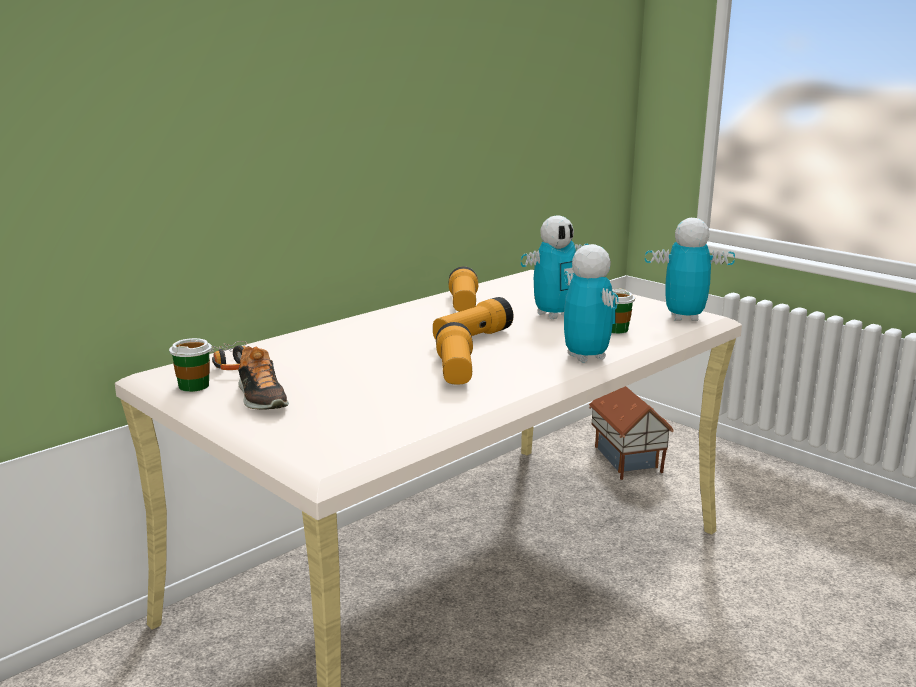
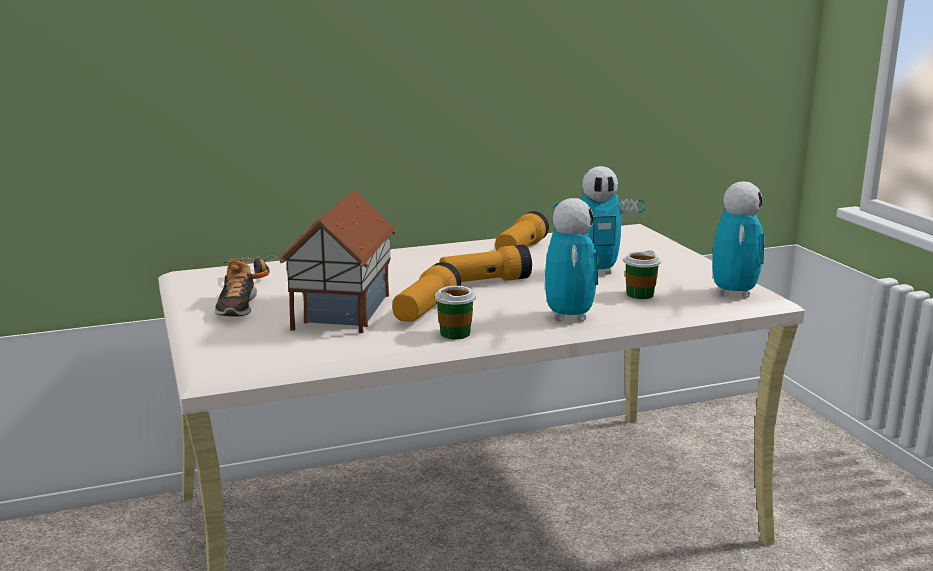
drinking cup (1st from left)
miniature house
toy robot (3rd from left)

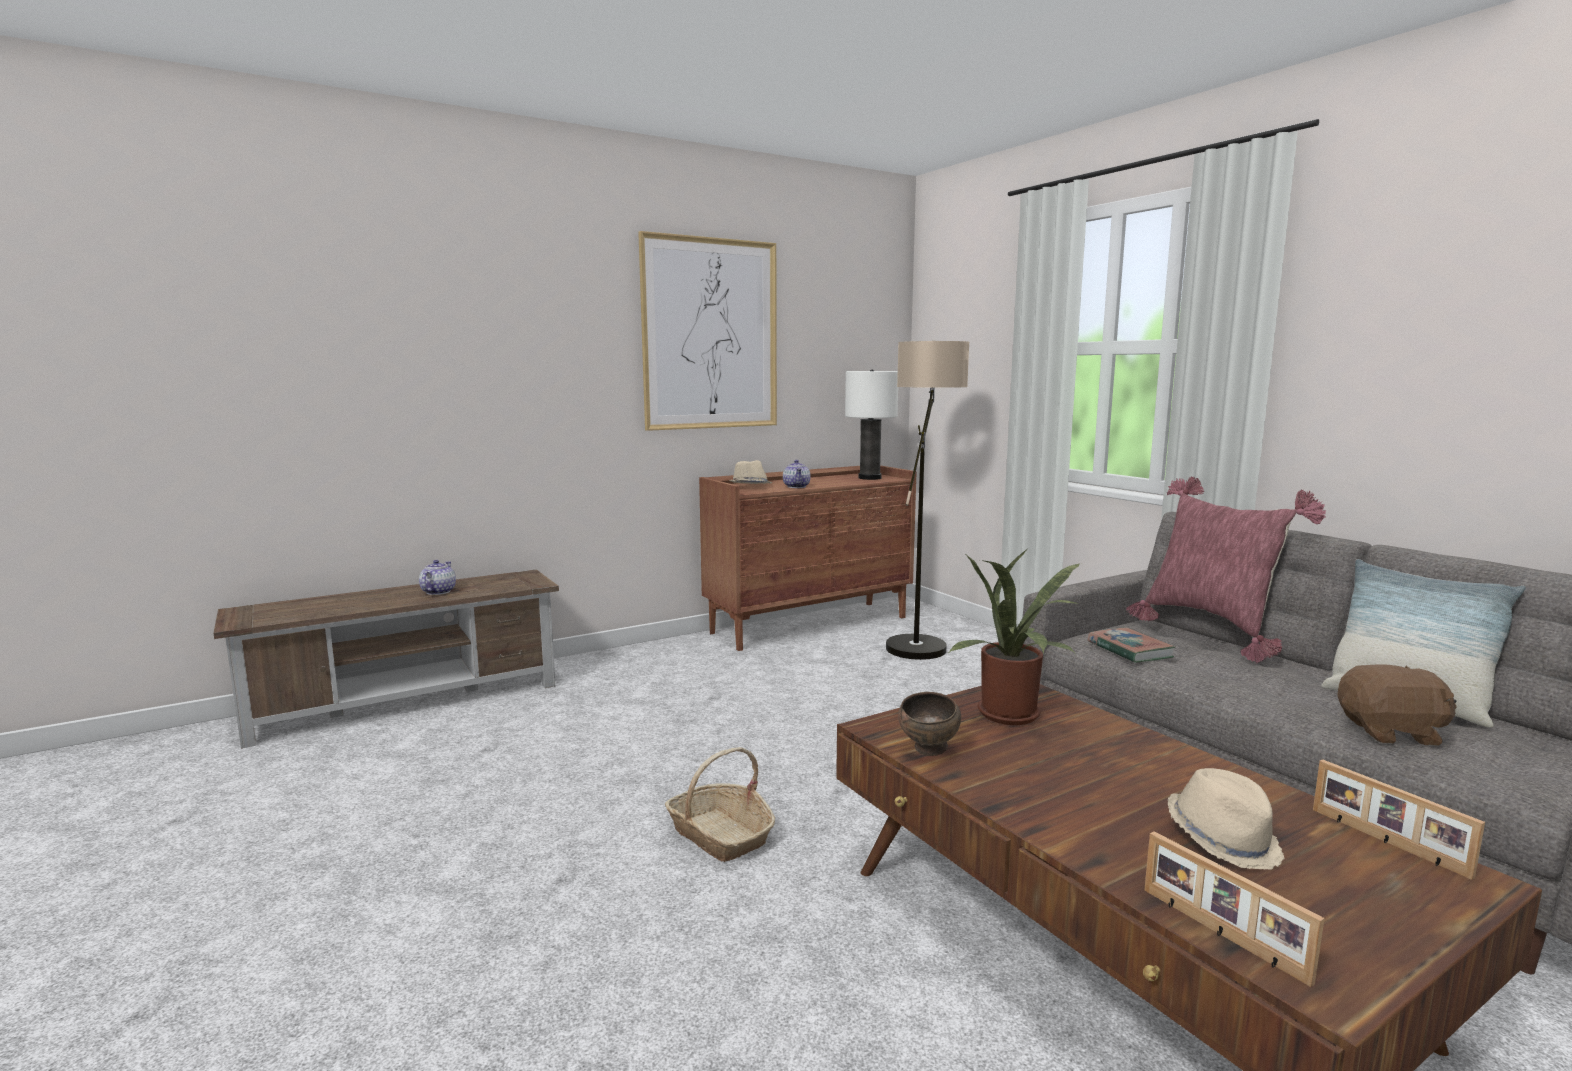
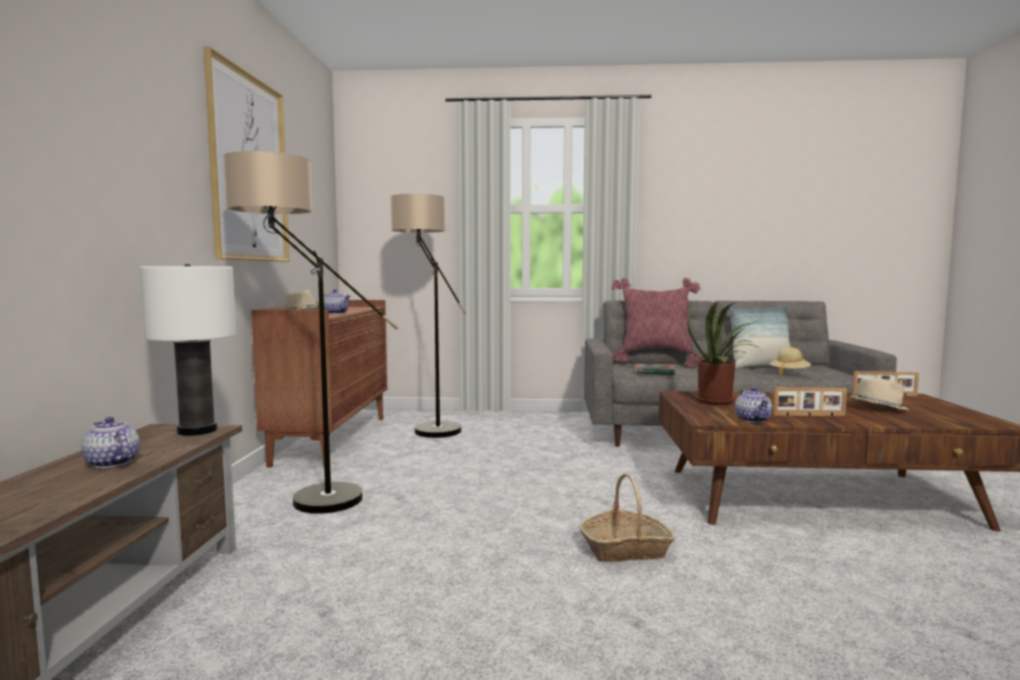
floor lamp (1st from left)
white-coloured table lamp
photo frame (1st from left)
tea pot (3rd from left)
beige-coloured clothing hat (2nd from left)

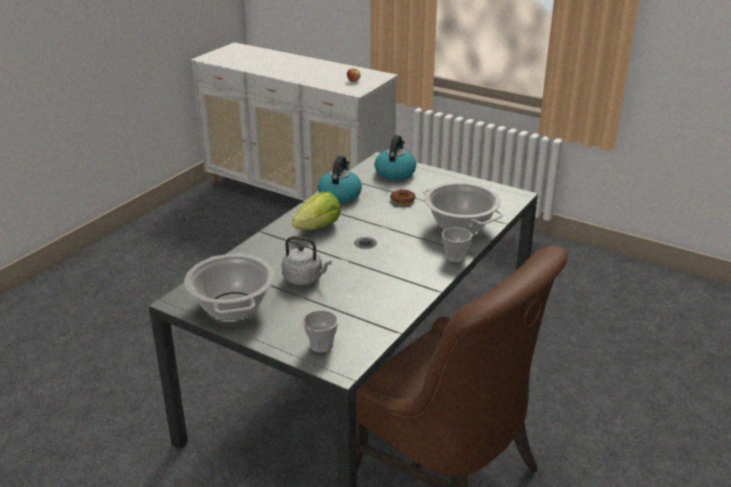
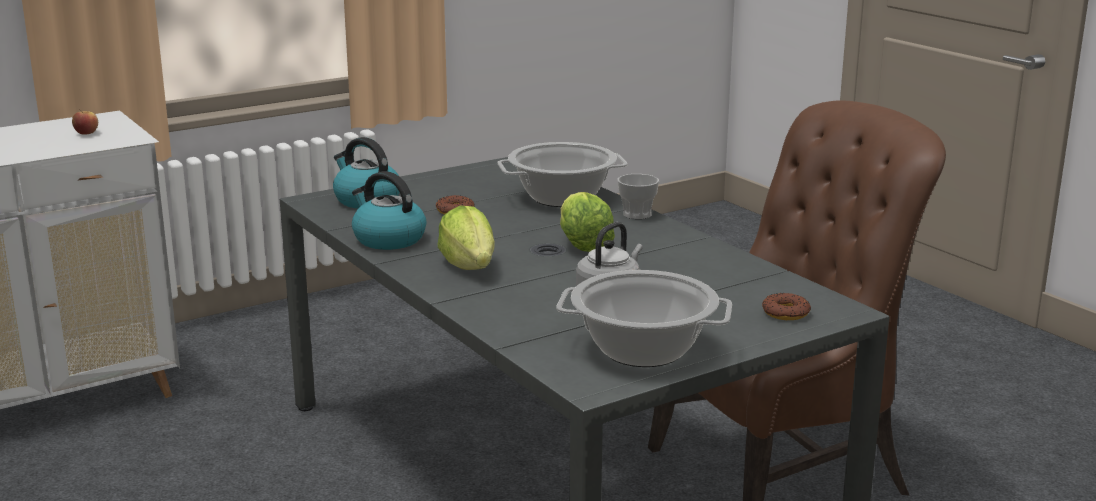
lettuce head (2nd from left)
doughnut (2nd from left)

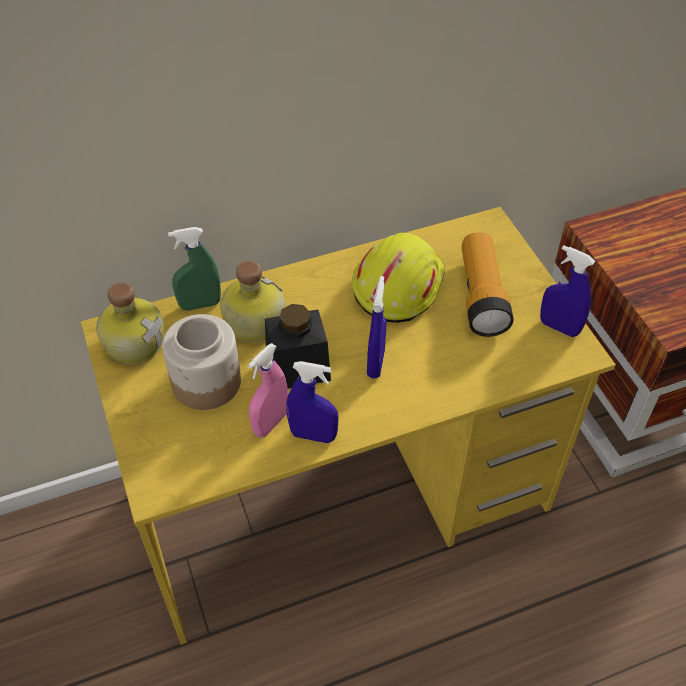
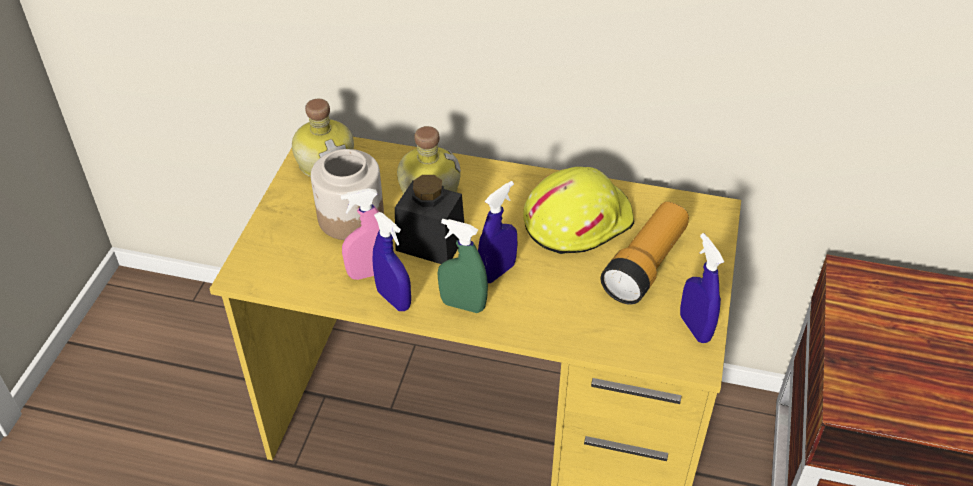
greenish sprayer

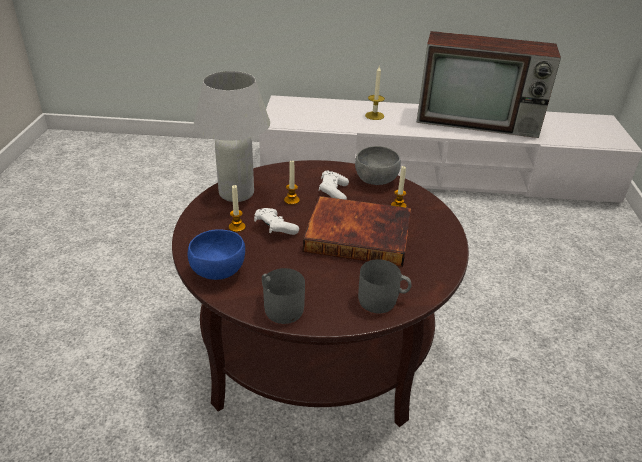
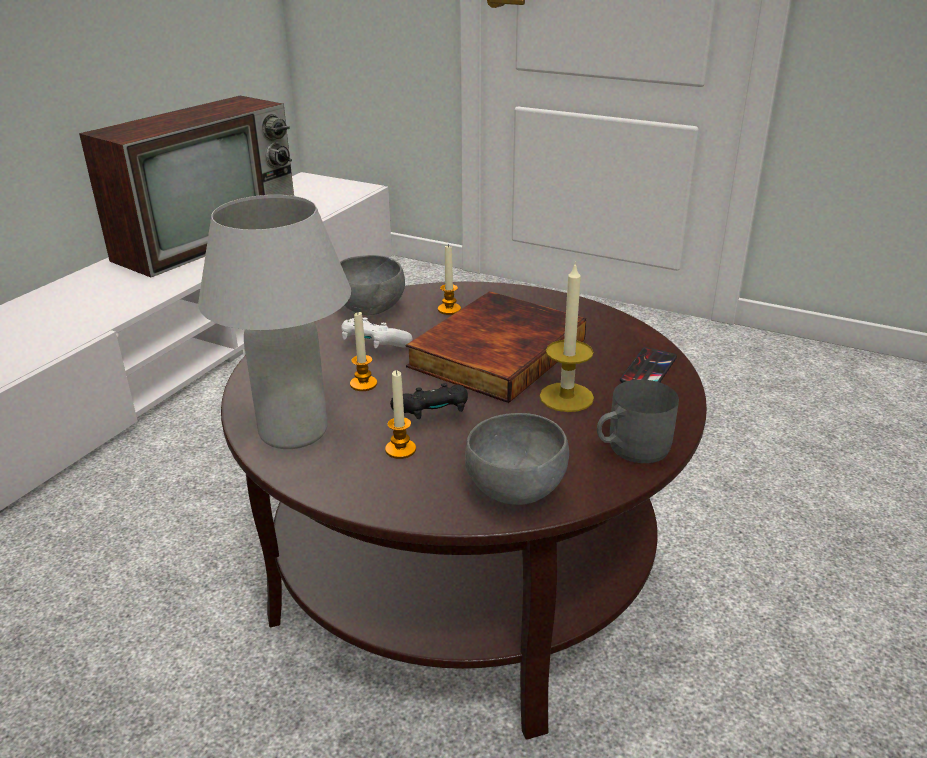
wax light (4th from left)
telephone
greyish bowl (2nd from left)
black-coloured game controller

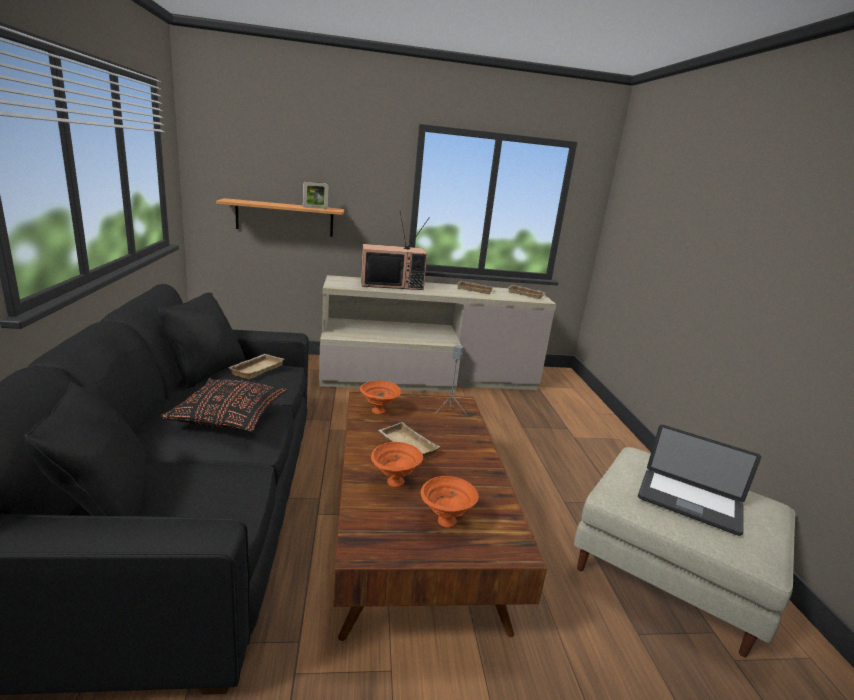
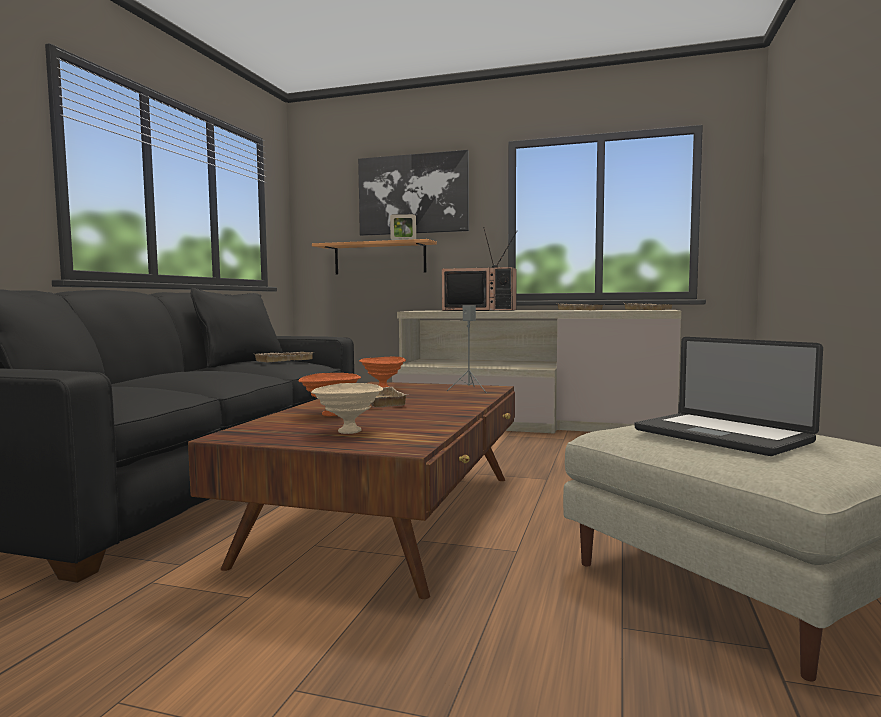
black-coloured pillow
wall picture
beige-coloured bowl

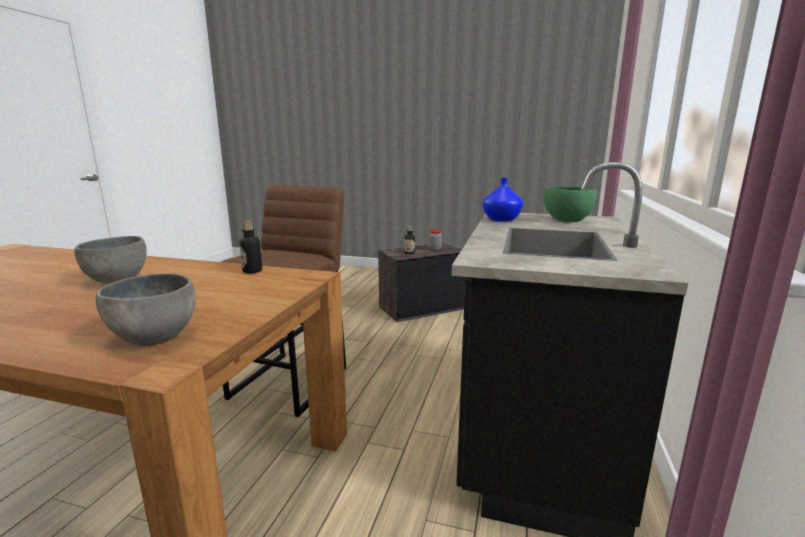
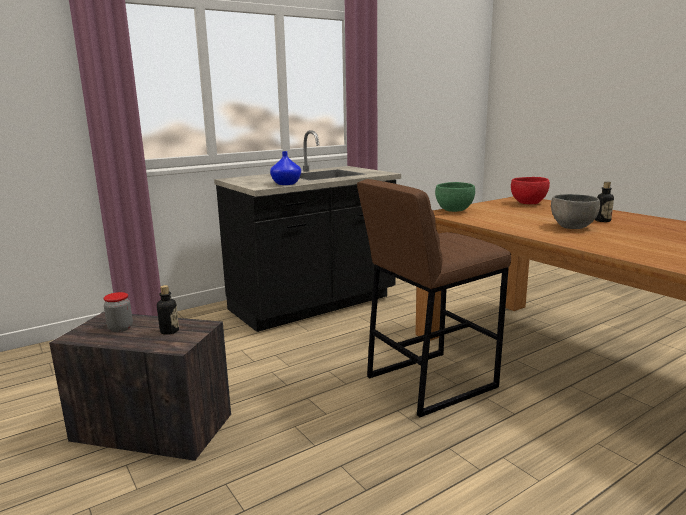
beverage bottle (2nd from left)
greenish bowl
reddish bowl

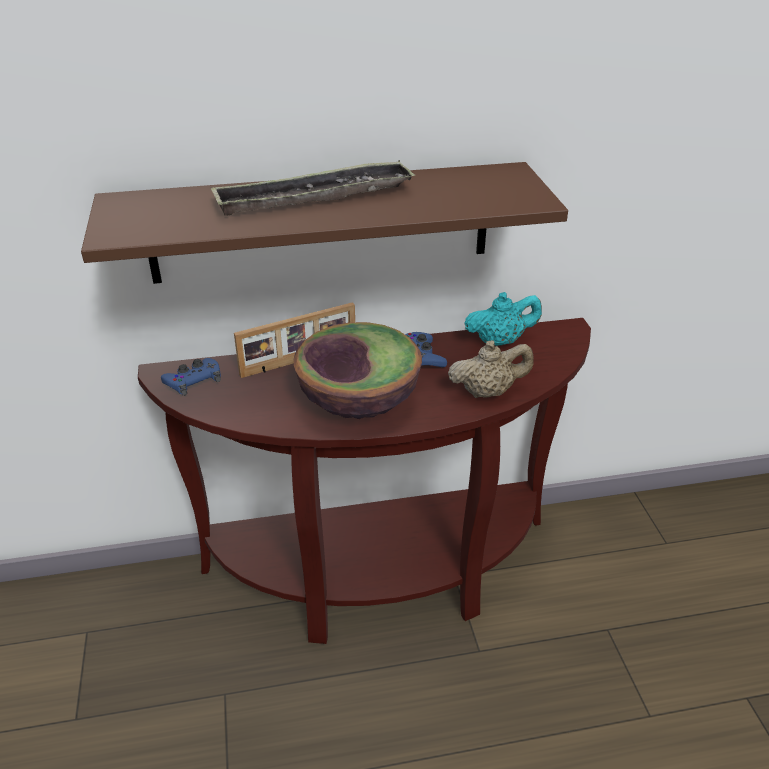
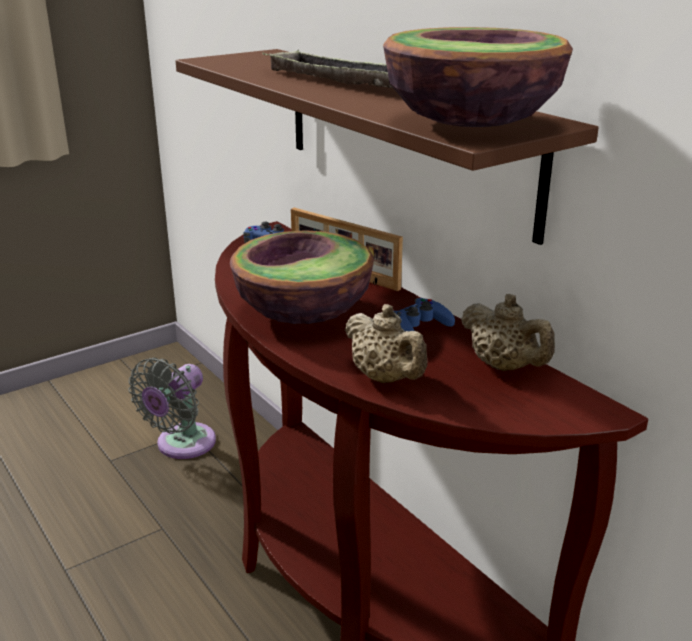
greyish fan
bowl (2nd from left)
beige-coloured tea pot (2nd from left)

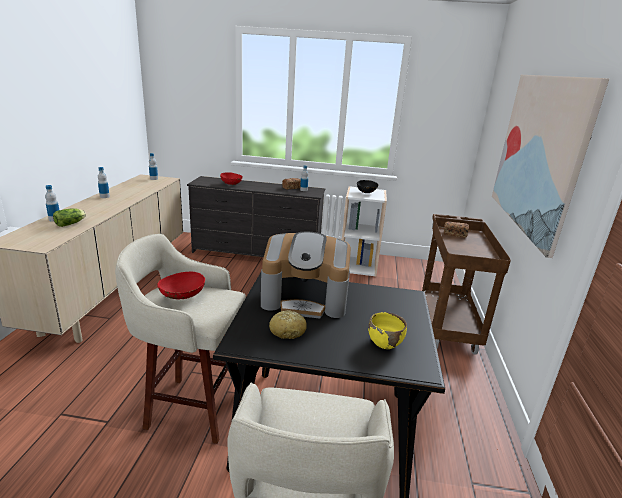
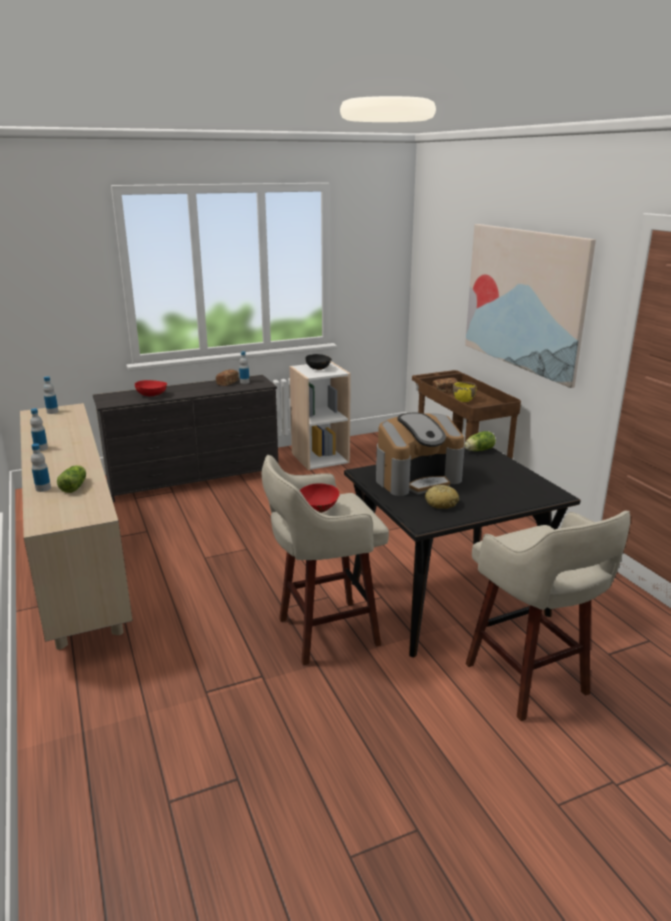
lettuce head (2nd from left)
yellow-coloured bowl

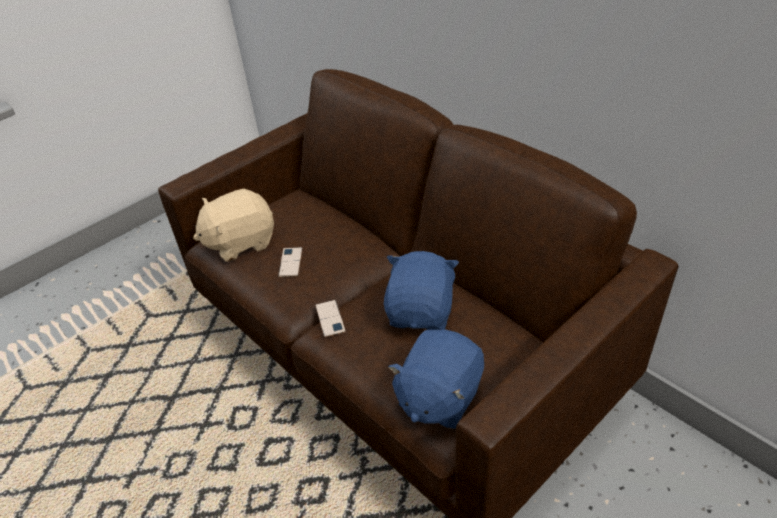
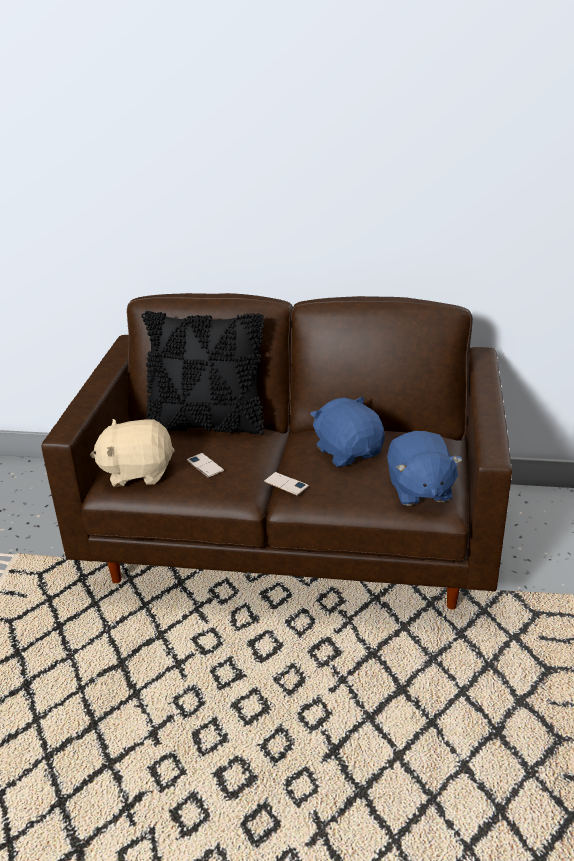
black-coloured pillow
beige-coloured soft toy

